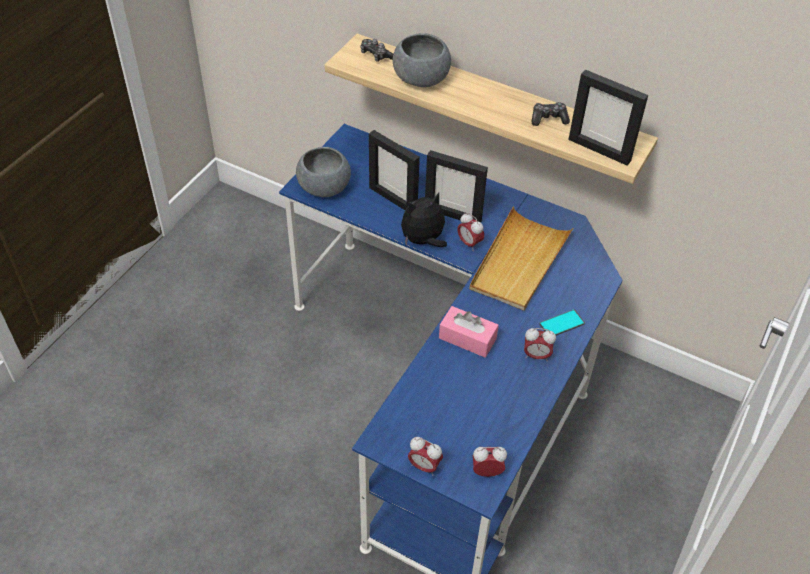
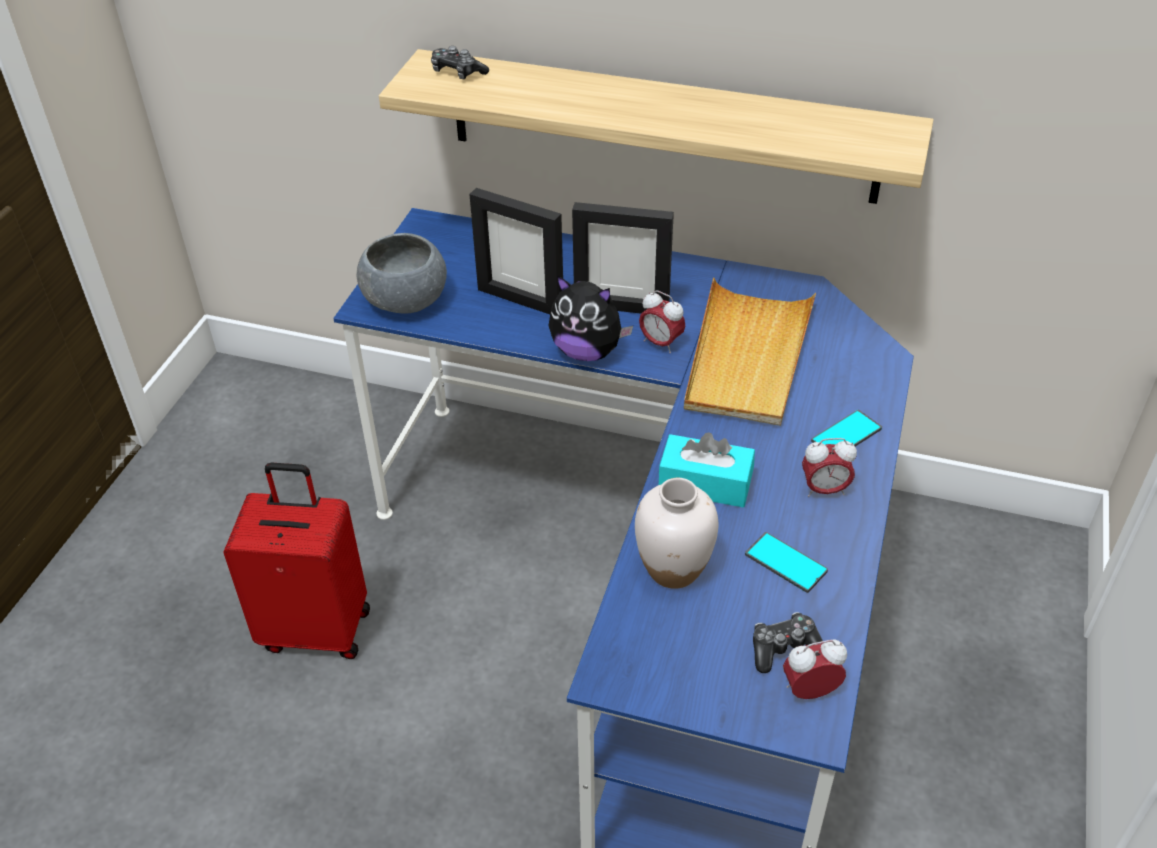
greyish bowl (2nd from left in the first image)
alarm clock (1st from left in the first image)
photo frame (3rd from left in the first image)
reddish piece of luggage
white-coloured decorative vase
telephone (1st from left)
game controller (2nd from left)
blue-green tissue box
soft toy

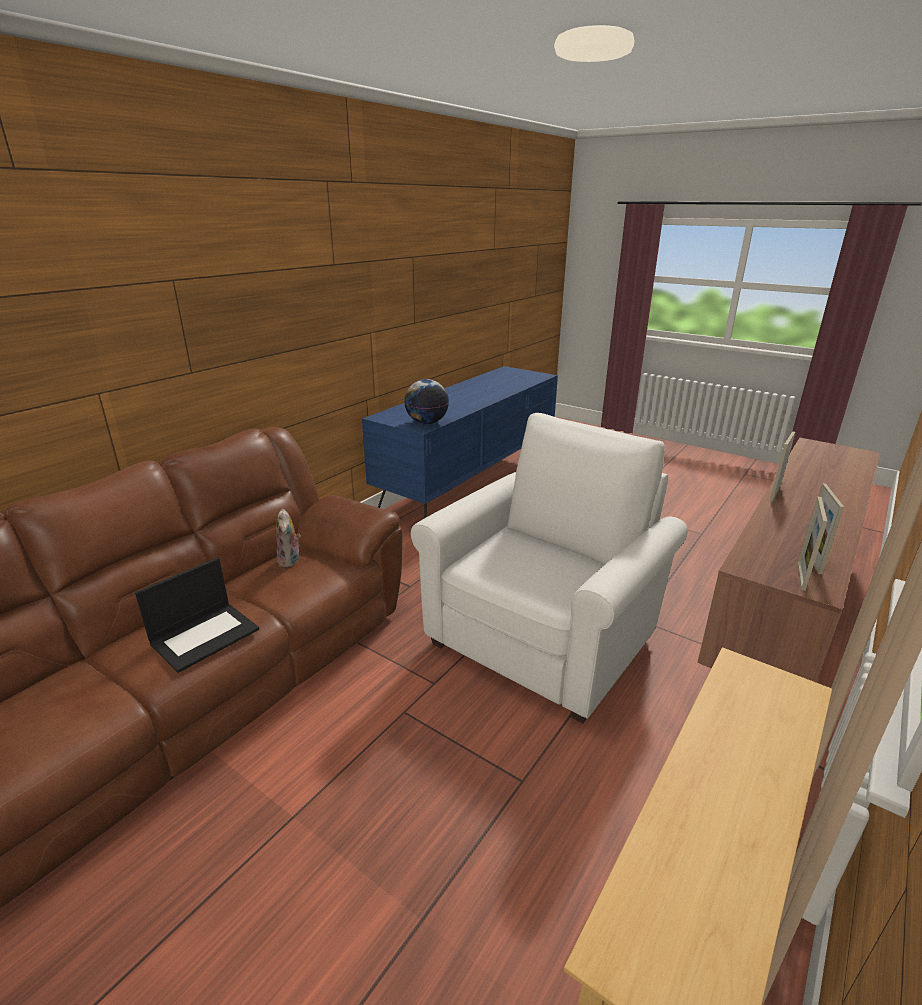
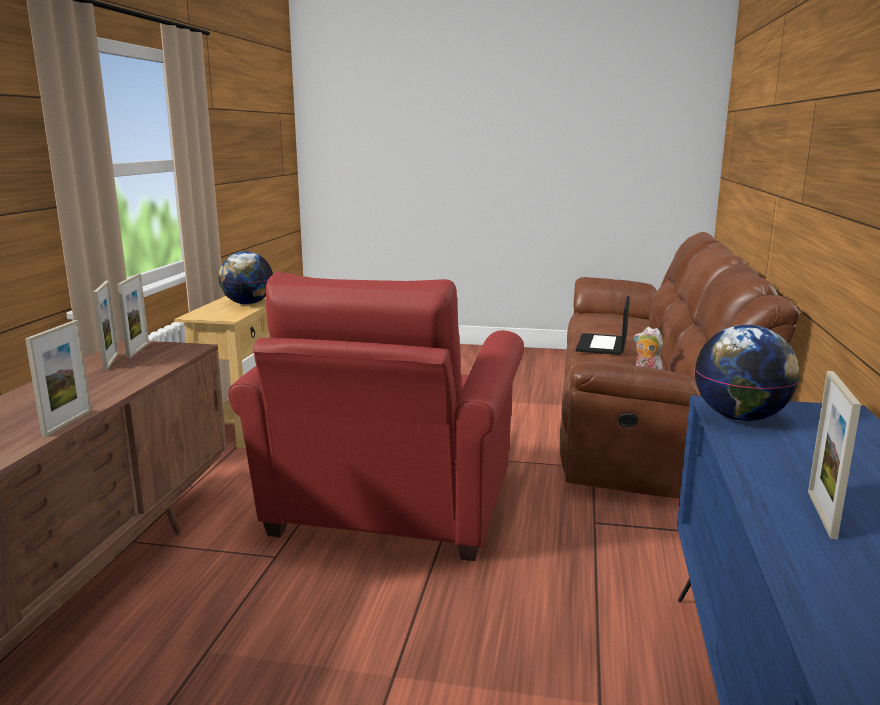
world globe (1st from left)
photo frame (4th from left)
reddish armchair

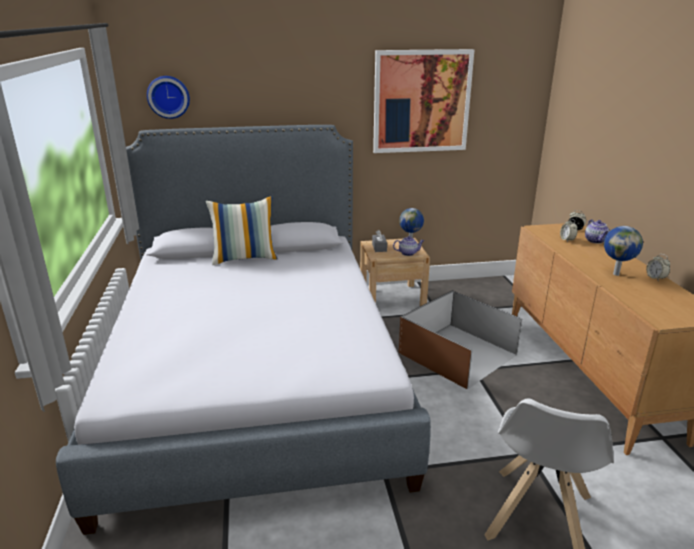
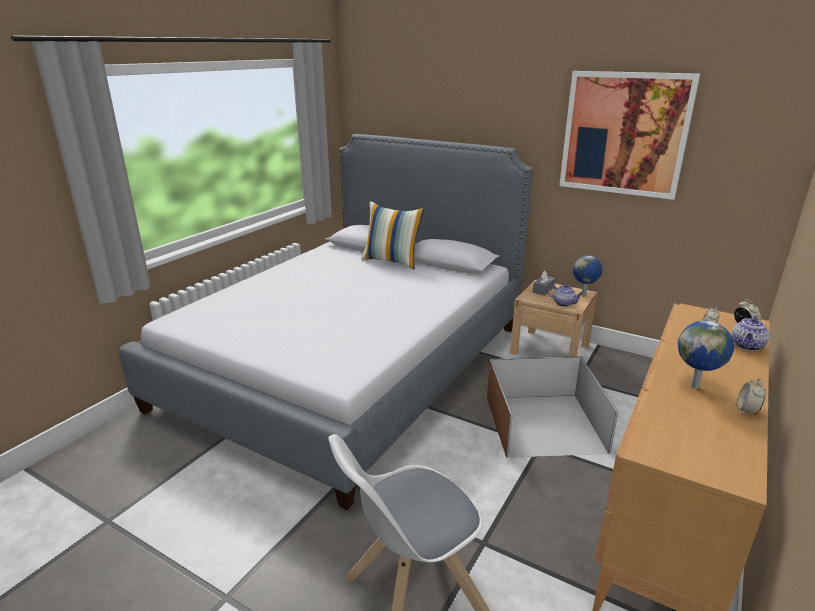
wall clock

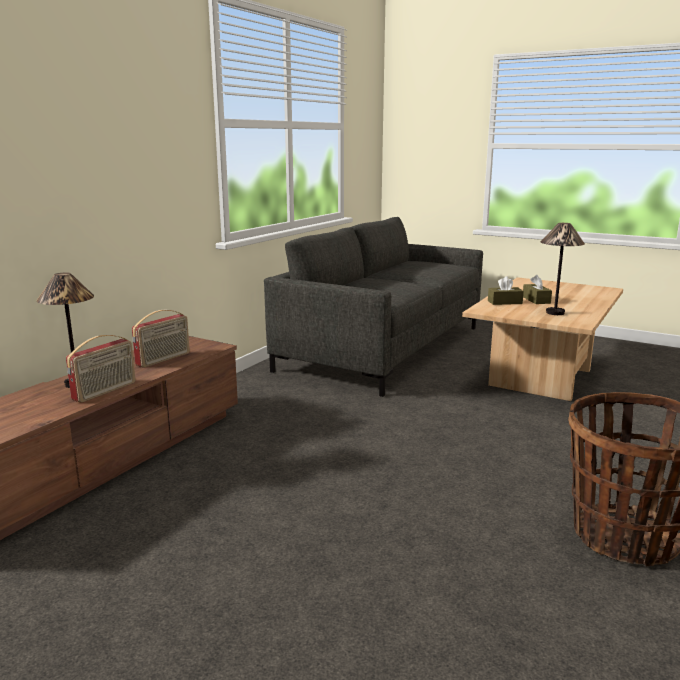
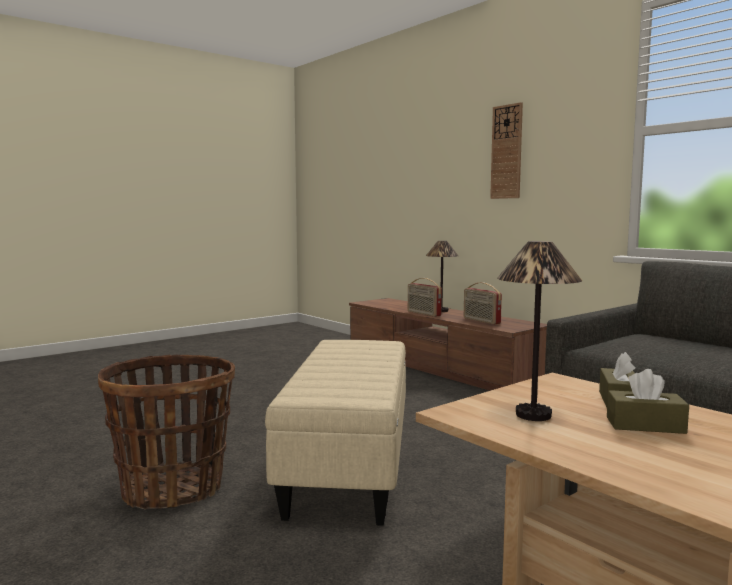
beige-coloured pouffe
wall clock

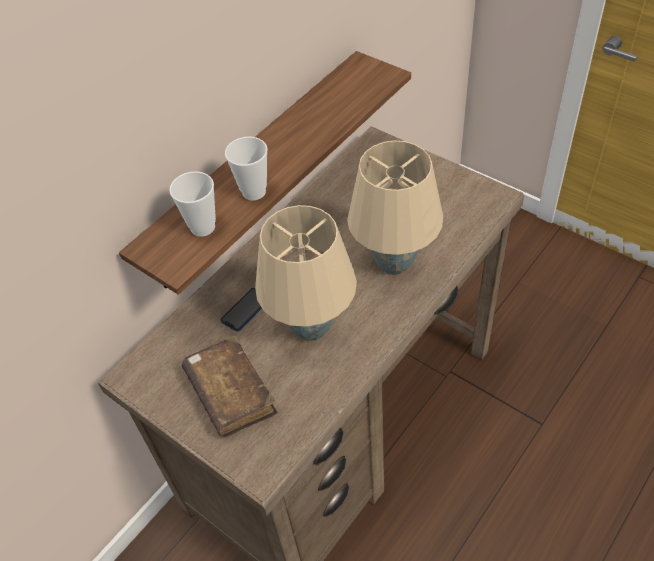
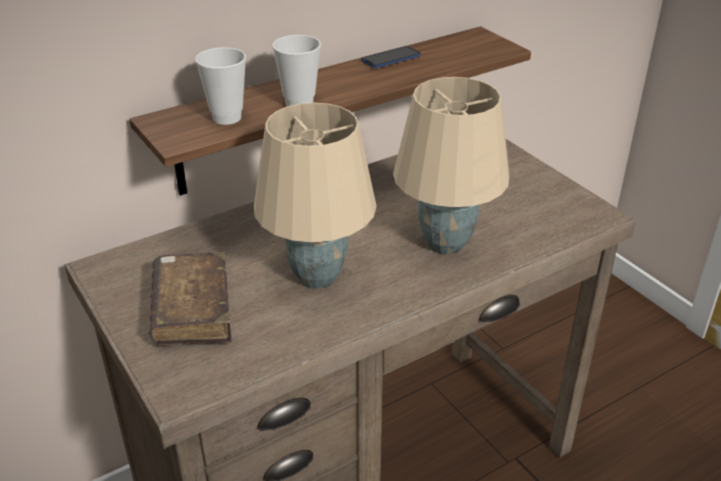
telephone

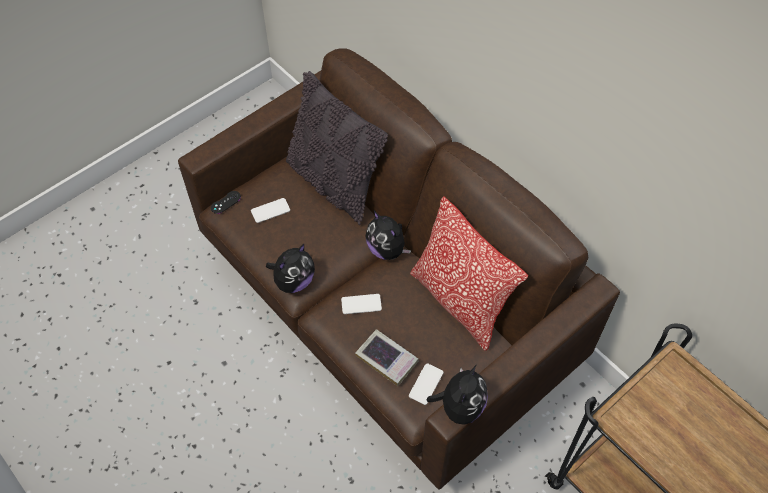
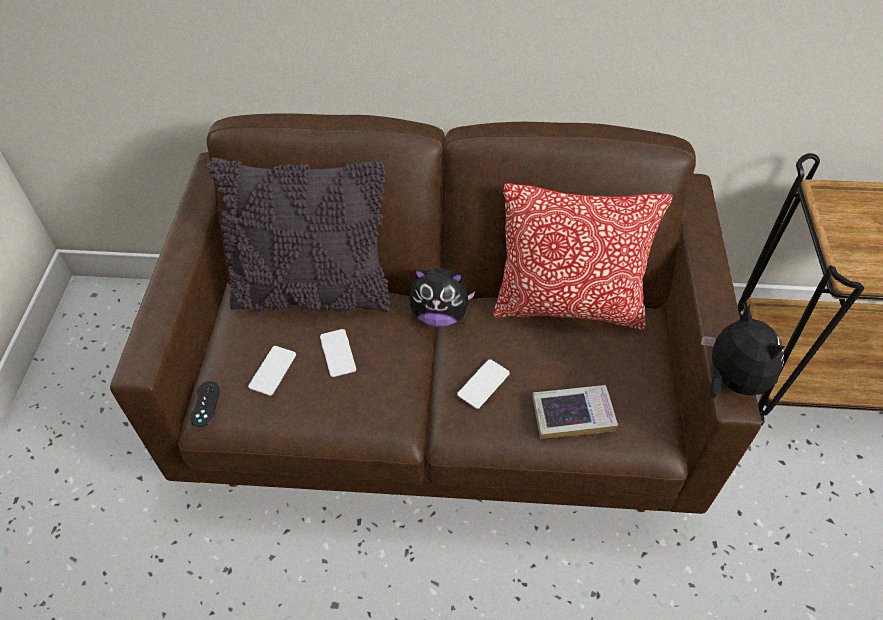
soft toy (1st from left in the first image)
telephone (2nd from left)

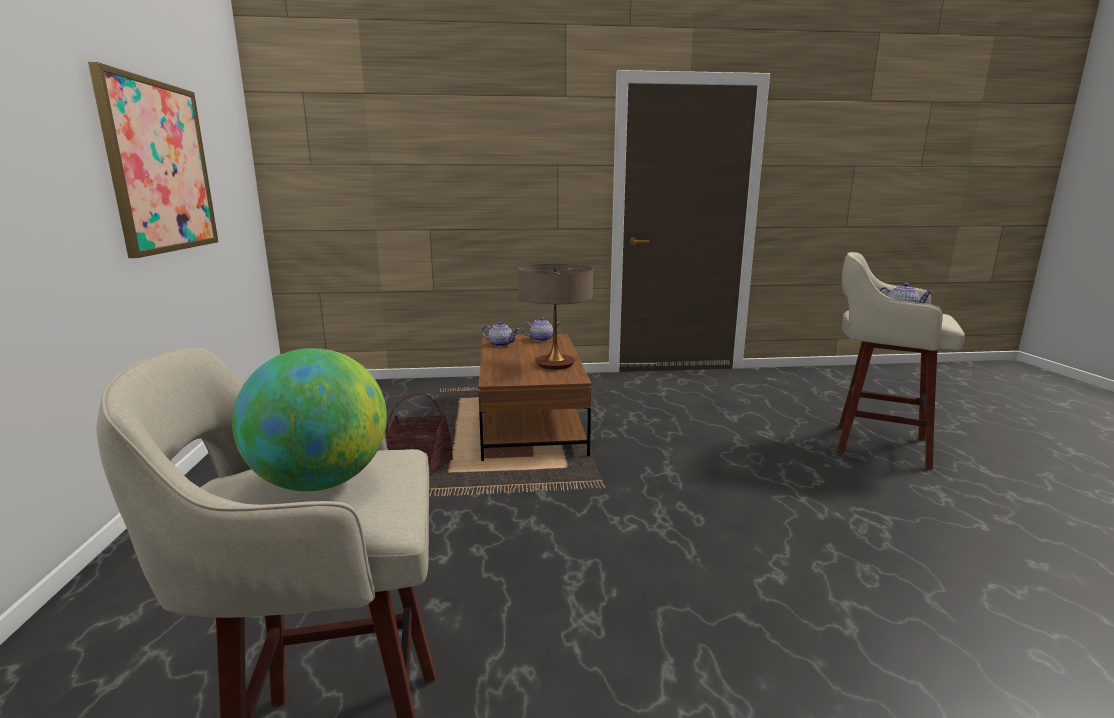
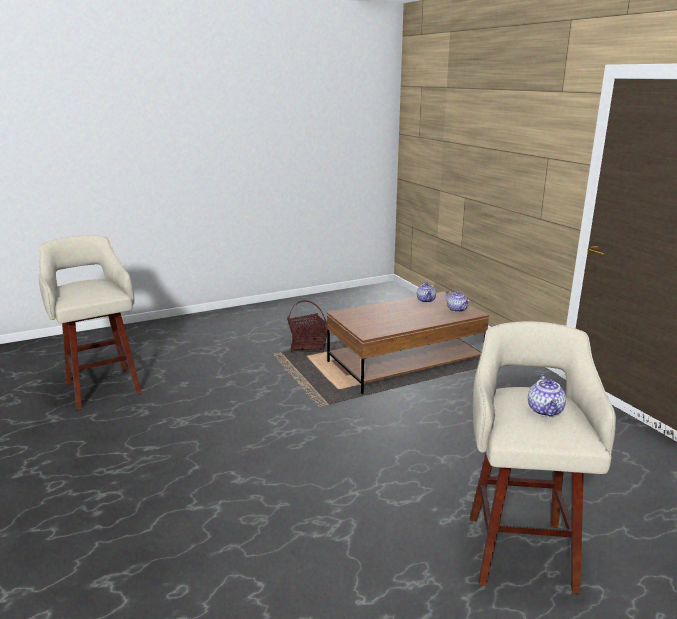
wall picture
world globe
table lamp

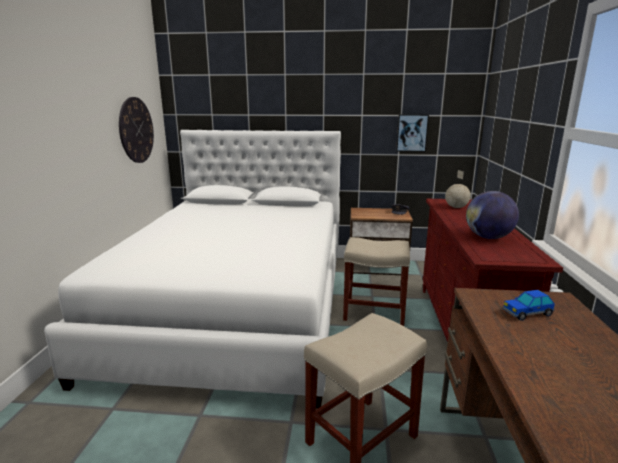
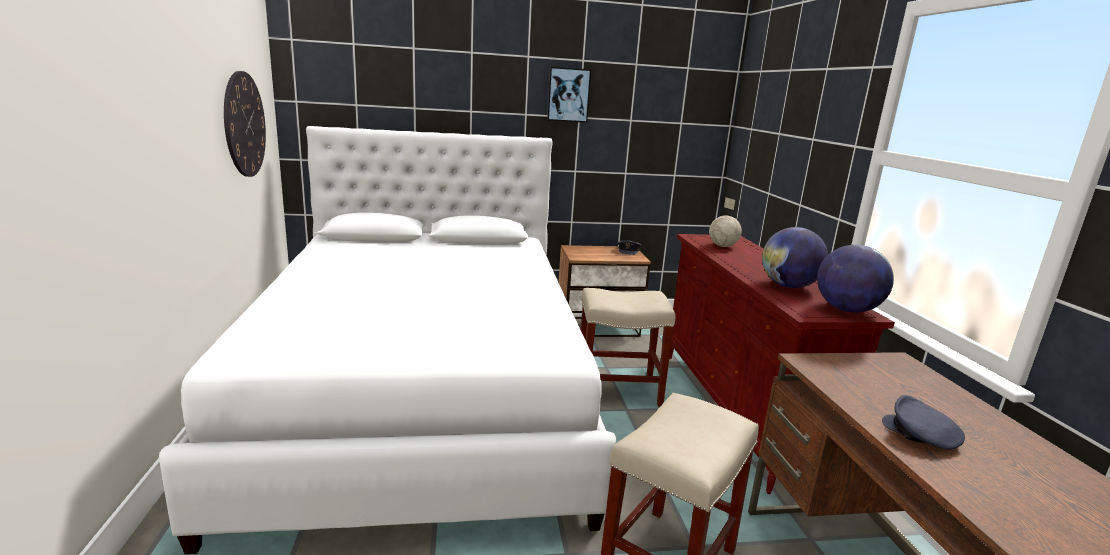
model car
world globe (3rd from left)
greyish baseball cap (2nd from left)
wall picture

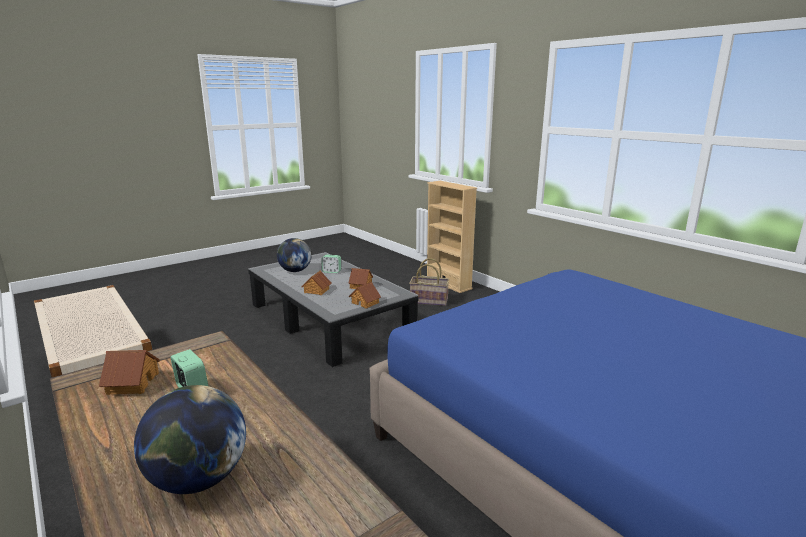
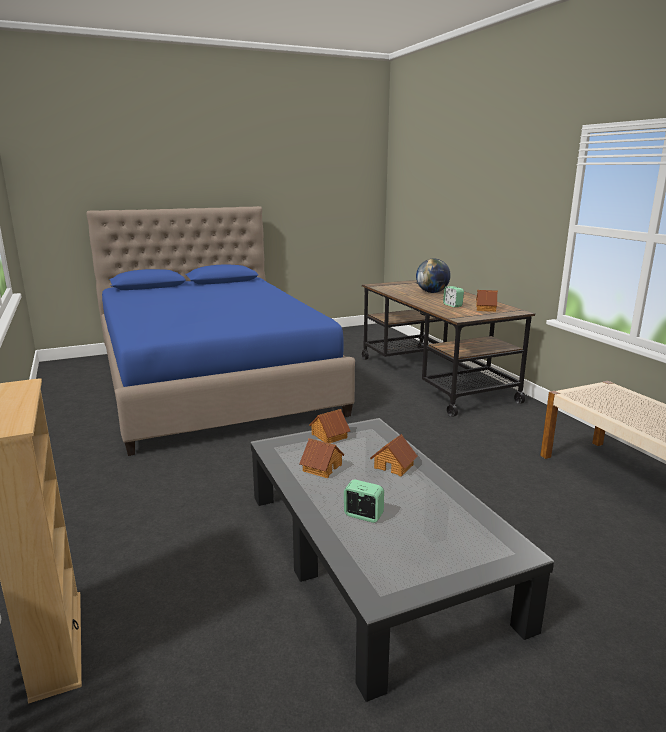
world globe (2nd from left in the first image)
household basket

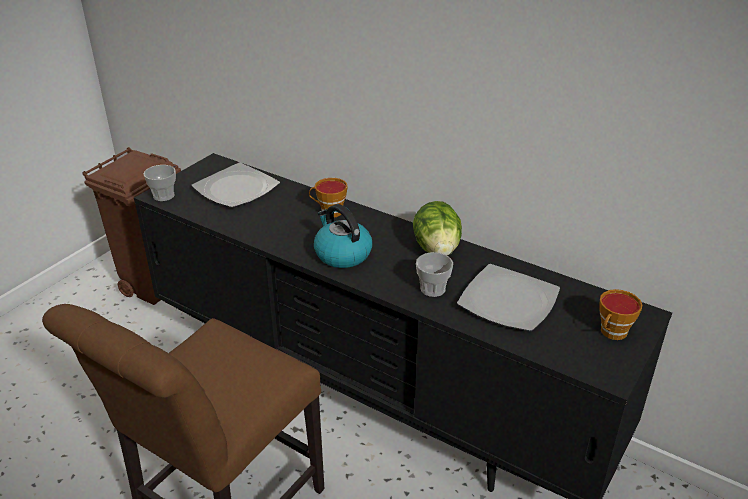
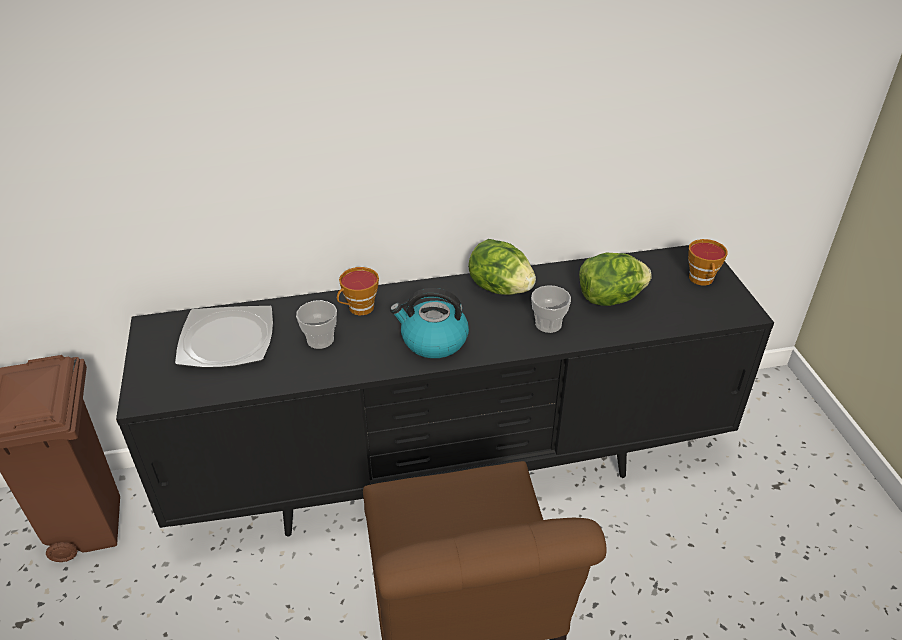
drinking cup (1st from left)
lettuce head (2nd from left)

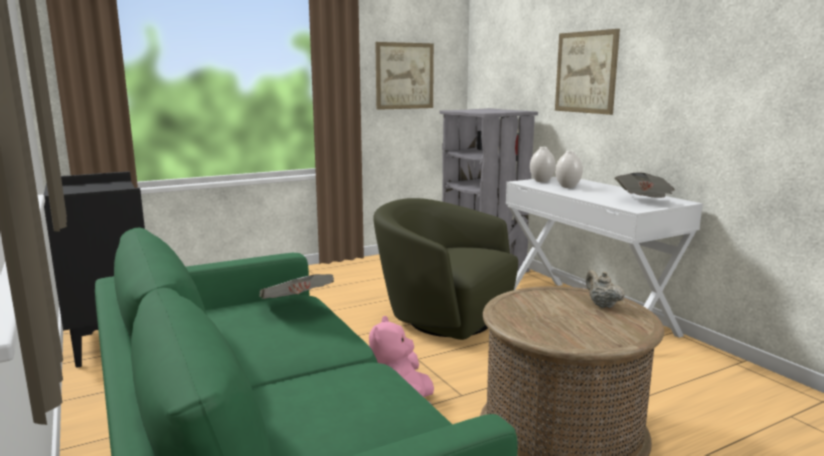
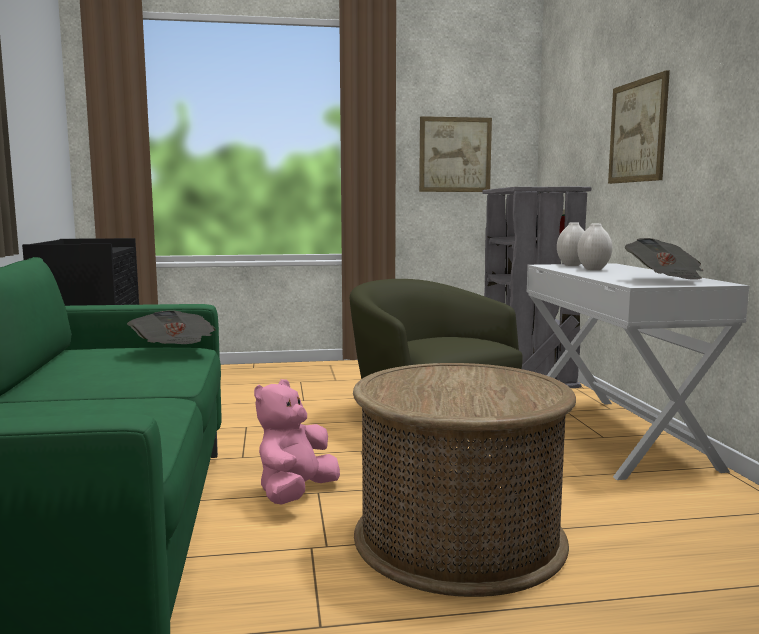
beige-coloured tea pot

